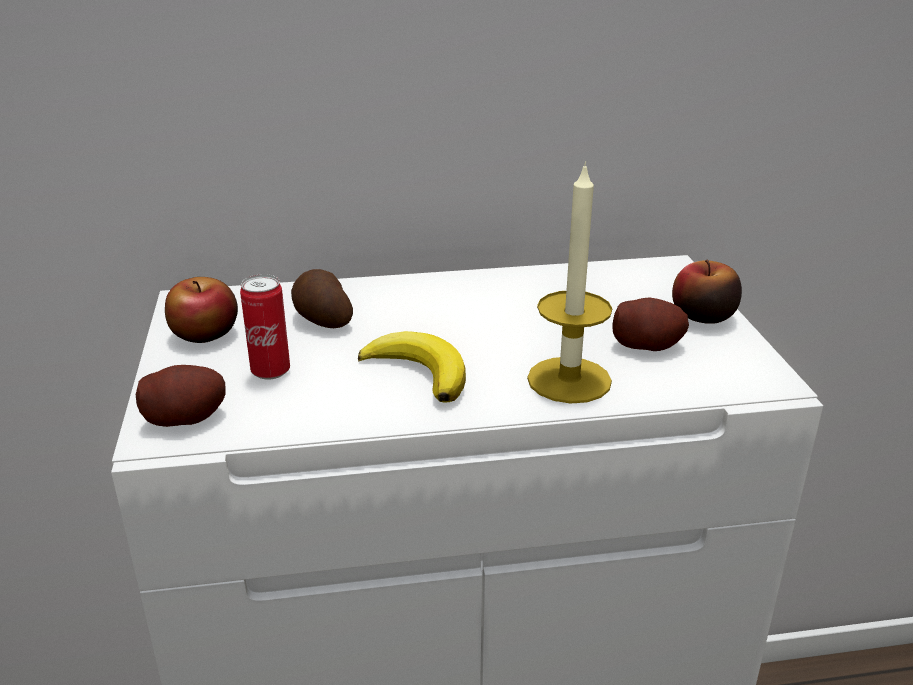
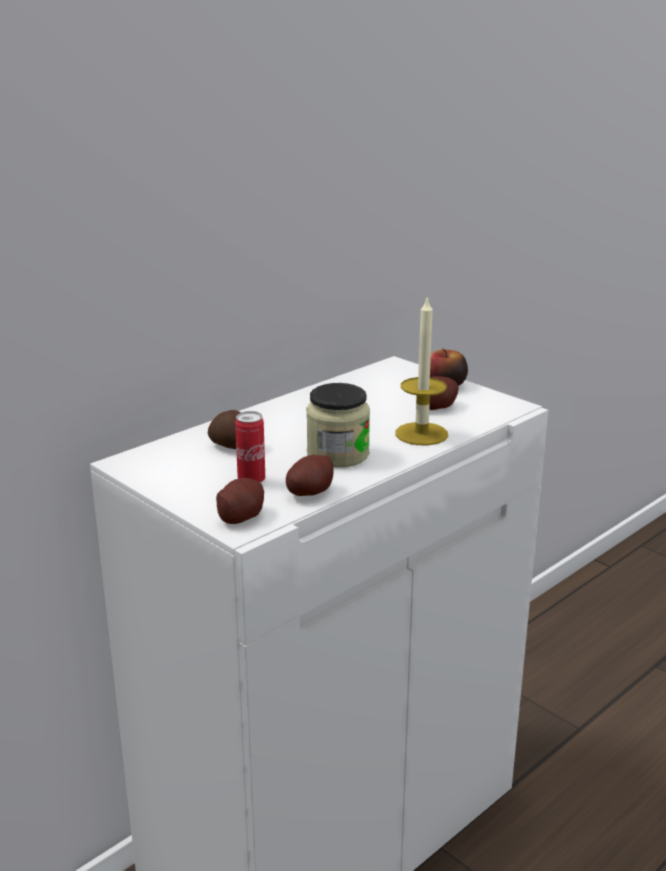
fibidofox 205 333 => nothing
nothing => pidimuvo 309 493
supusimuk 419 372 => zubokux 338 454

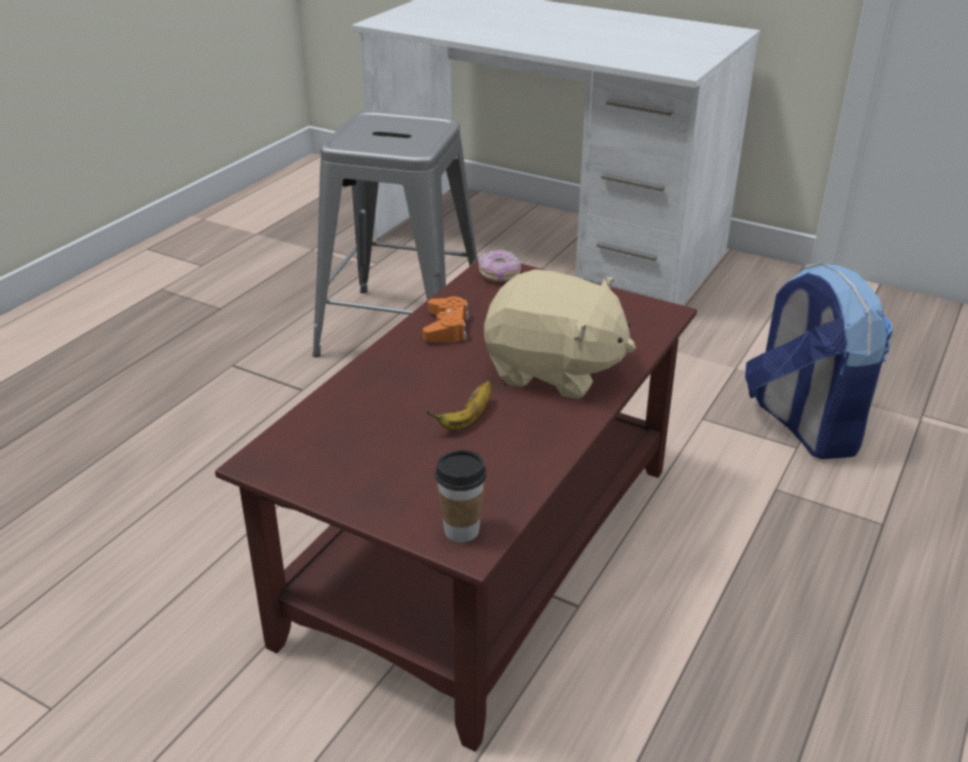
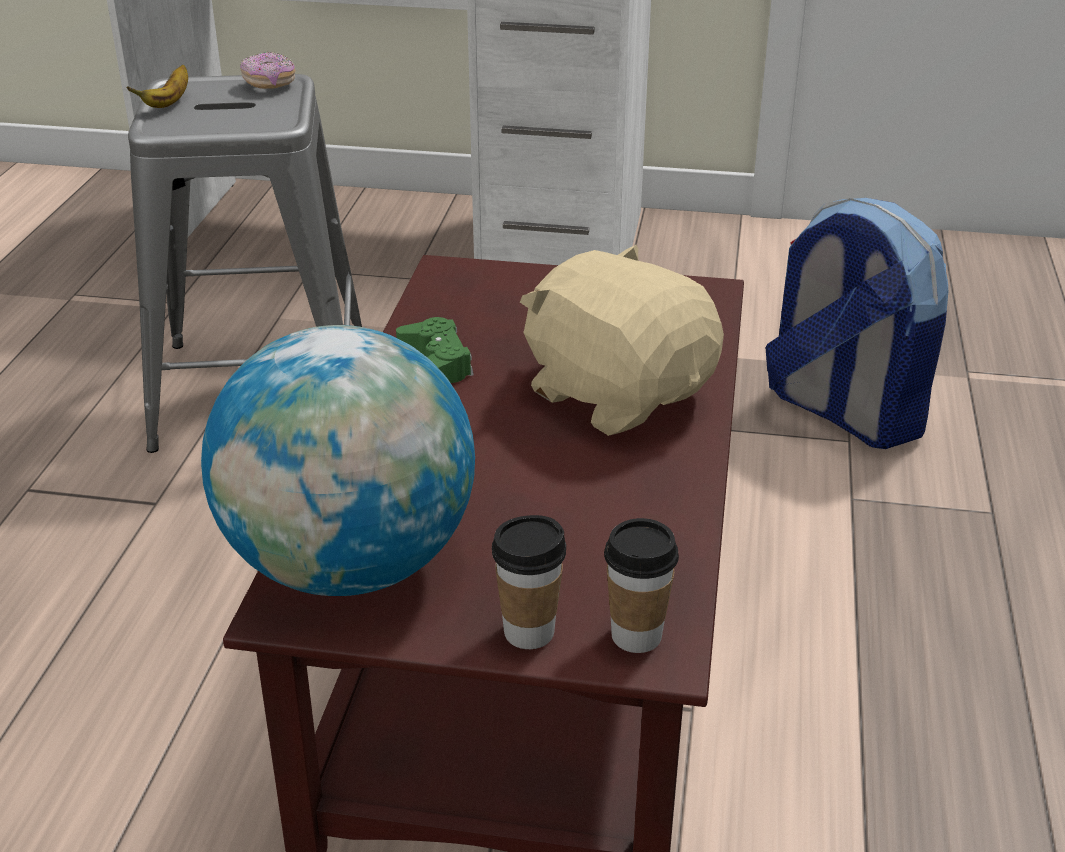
nothing => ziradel 350 565
nothing => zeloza 529 632
supusimuk 466 420 => supusimuk 168 102, relocated
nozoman 499 275 => nozoman 269 83, relocated
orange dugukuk 446 327 => green dugukuk 435 363
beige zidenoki 554 371 => beige zidenoki 618 393, 135 degrees counterclockwise

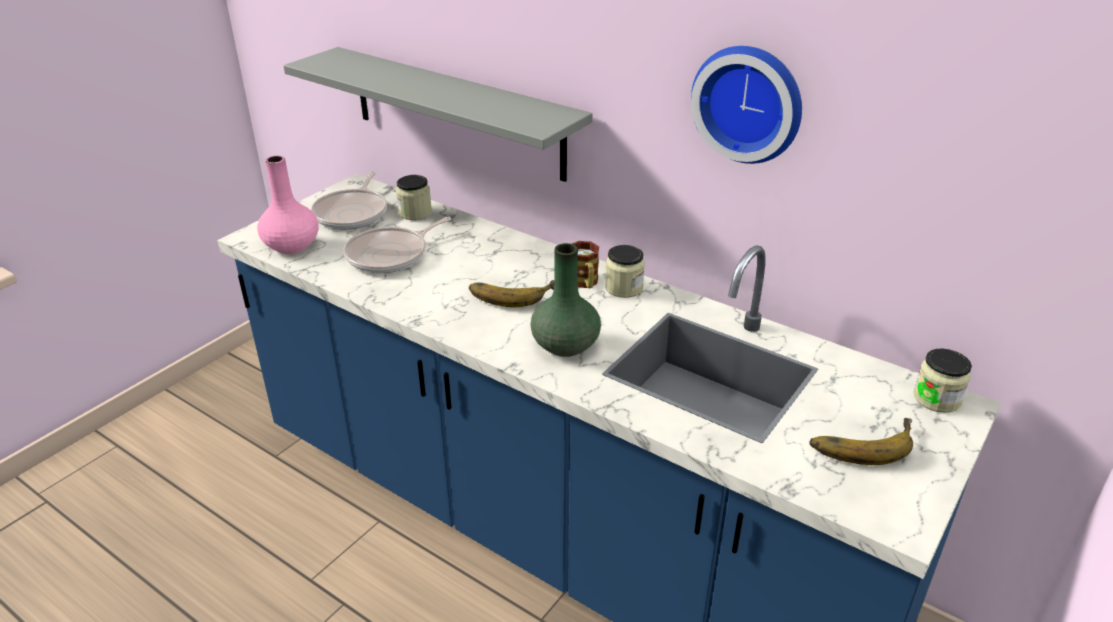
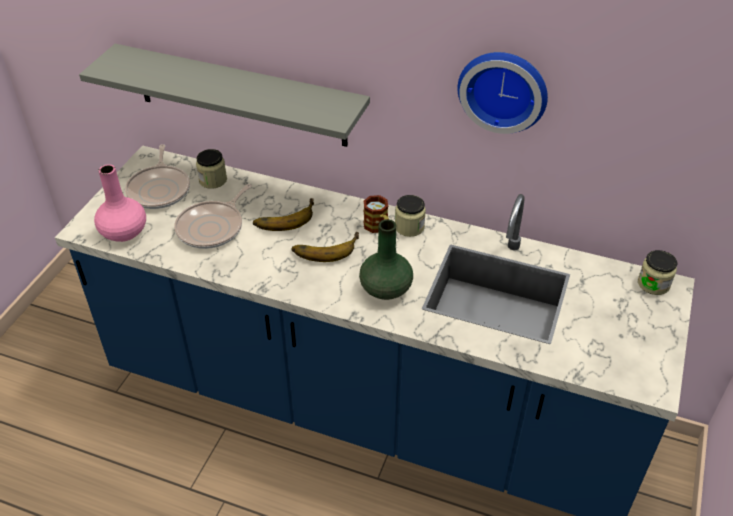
supusimuk 860 442 => supusimuk 284 217, relocated

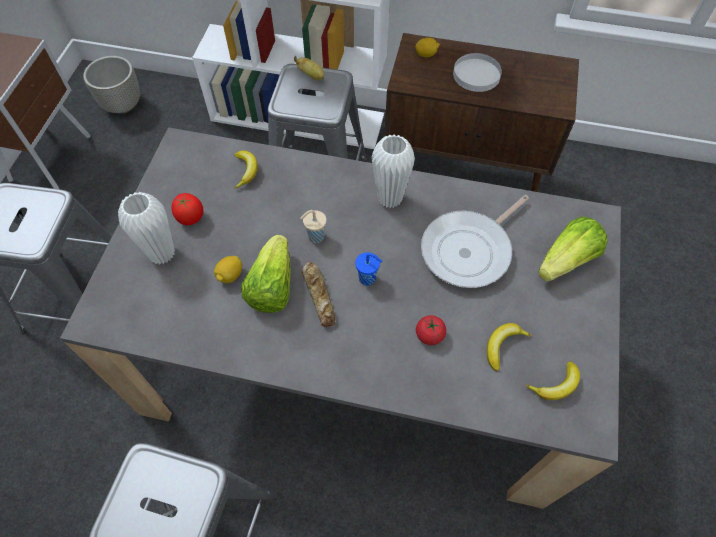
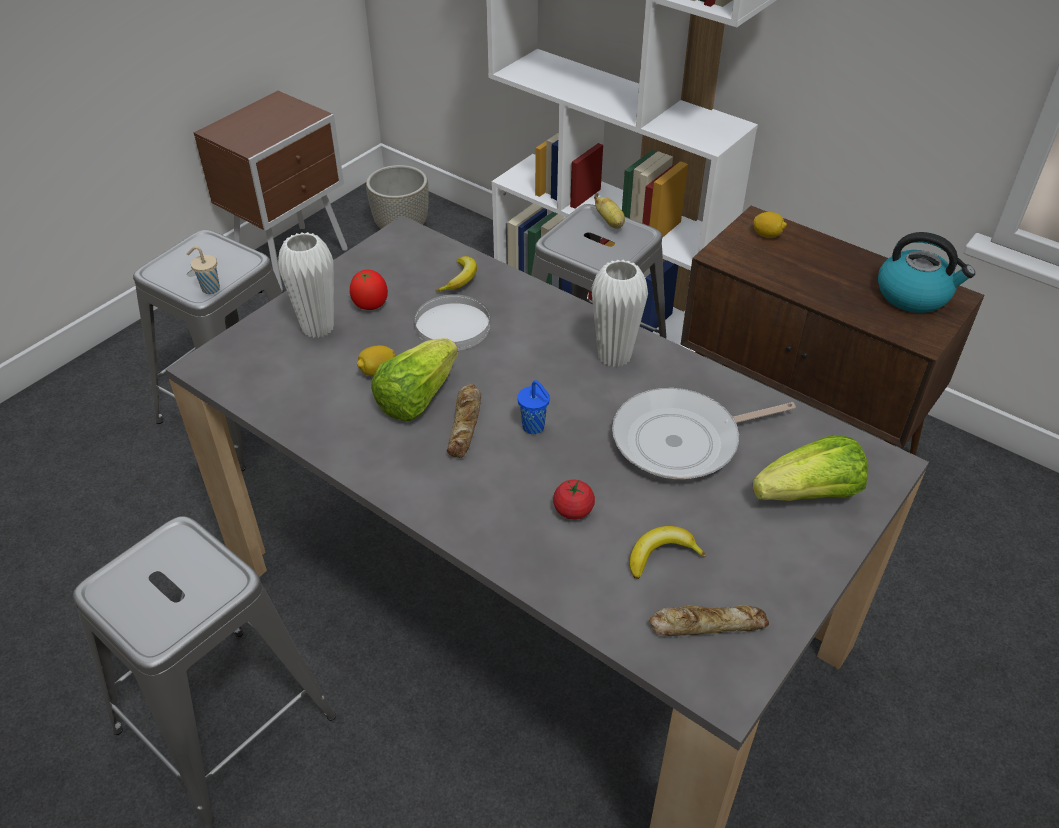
nothing => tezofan 914 295
beige zeloza 315 237 => beige zeloza 209 289, relocated
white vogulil 476 74 => white vogulil 453 326, relocated
supusimuk 556 385 => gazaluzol 707 624

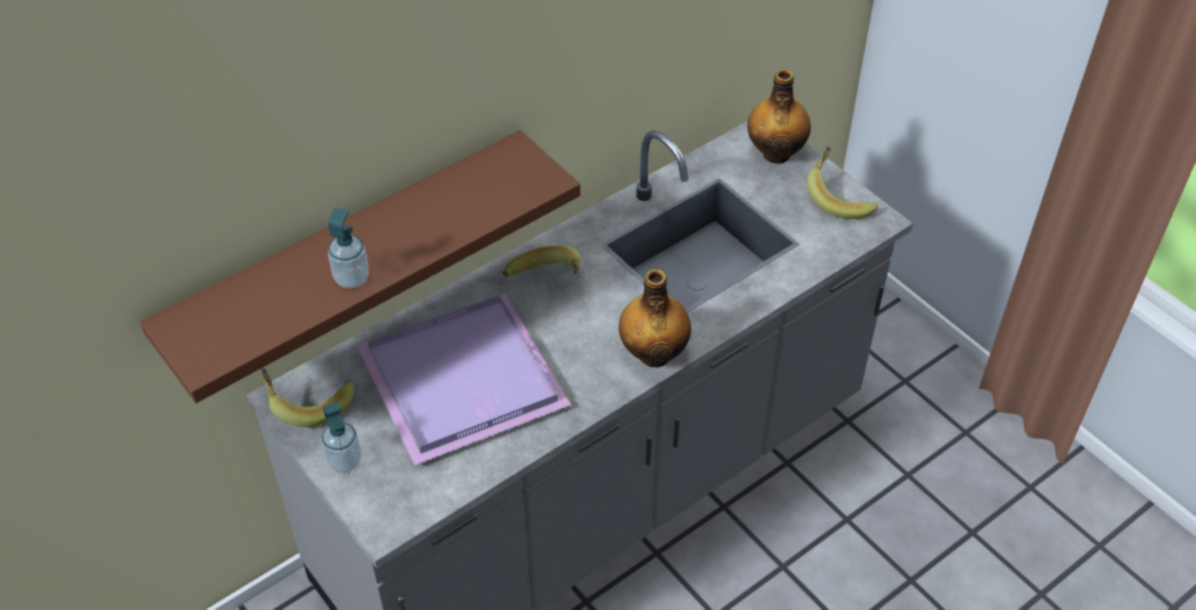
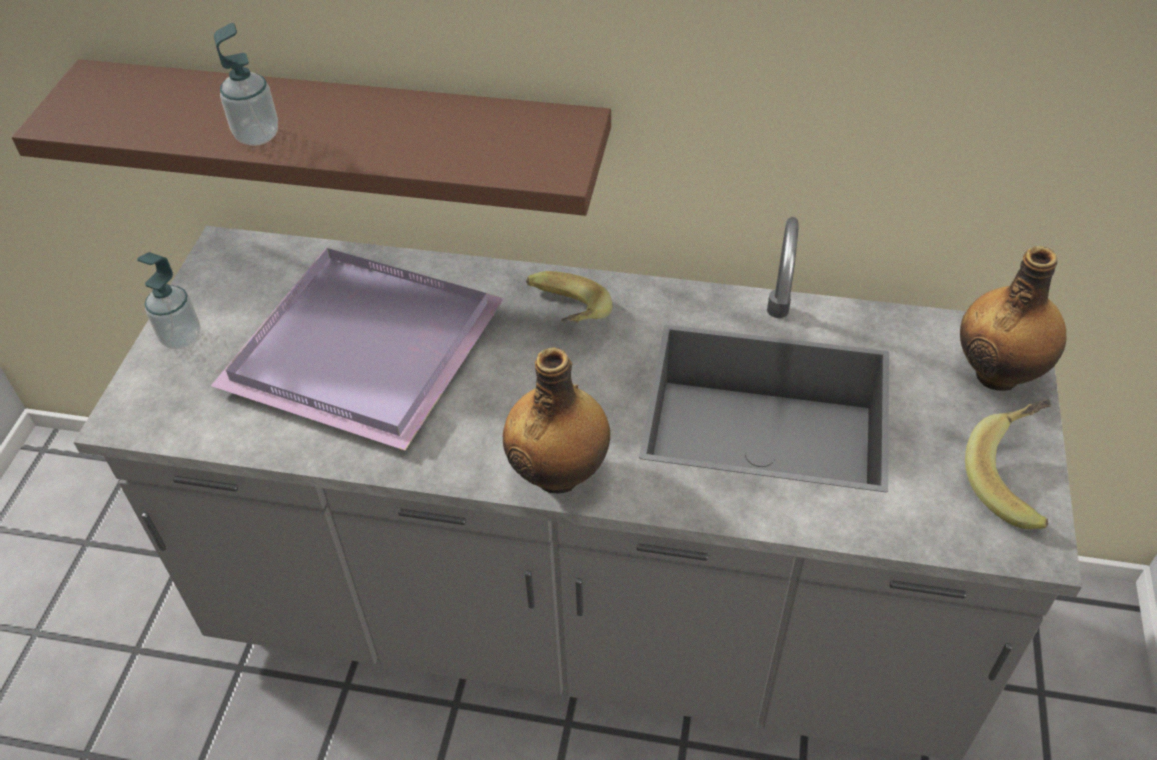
supusimuk 308 403 => nothing

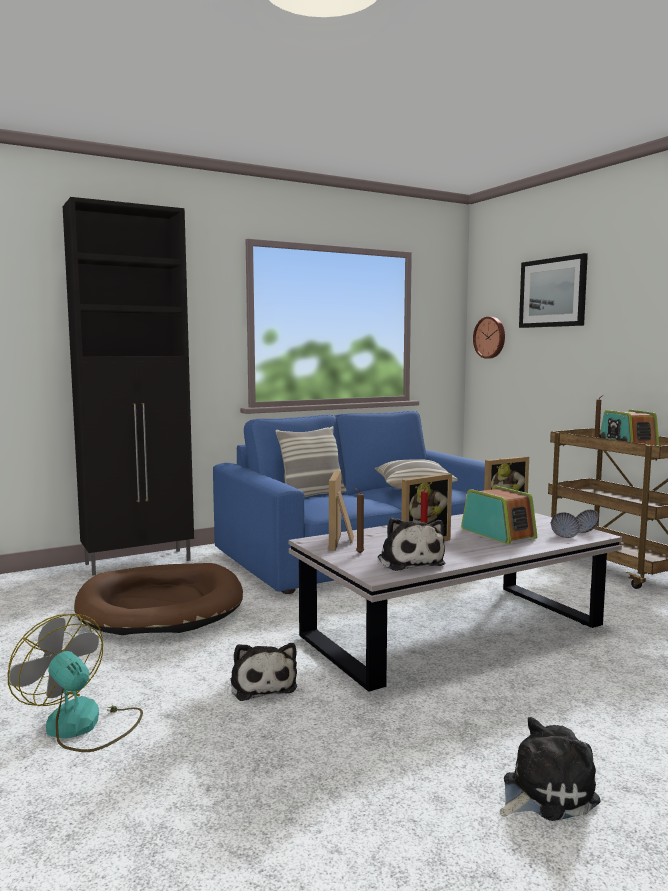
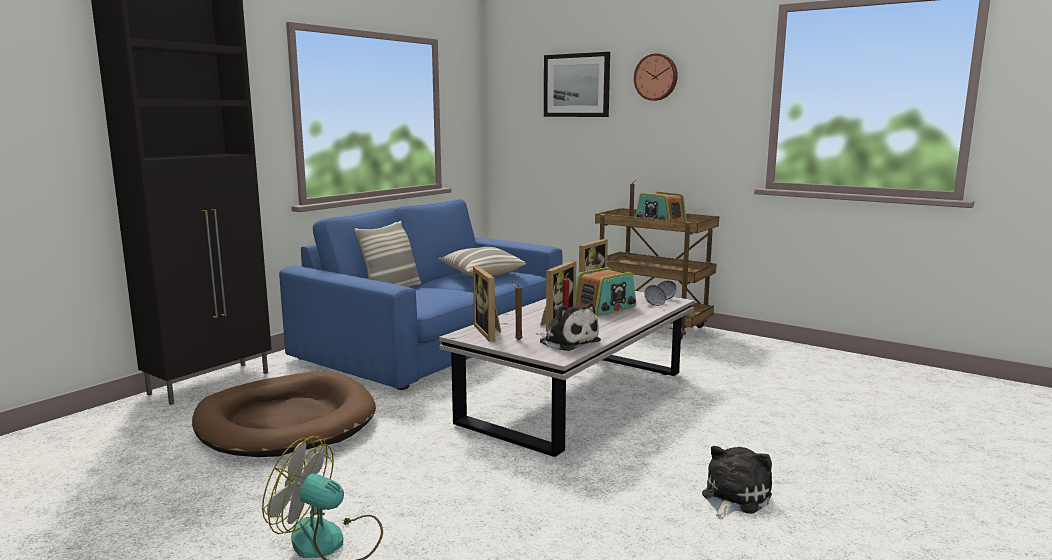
zidenoki 262 684 => nothing
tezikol 490 337 => tezikol 656 77, relocated
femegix 498 533 => femegix 605 308, 105 degrees clockwise

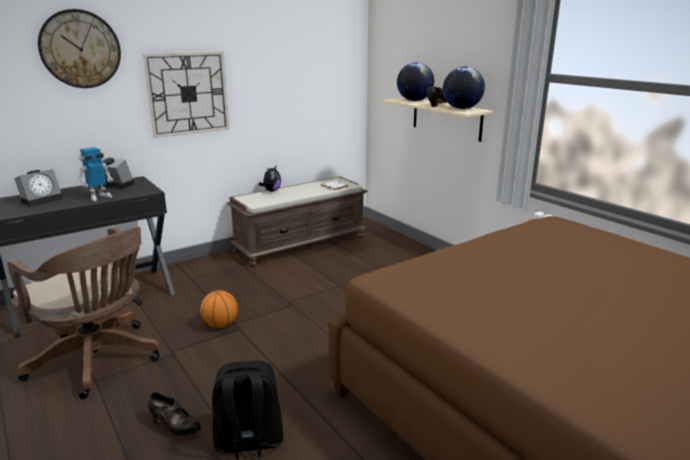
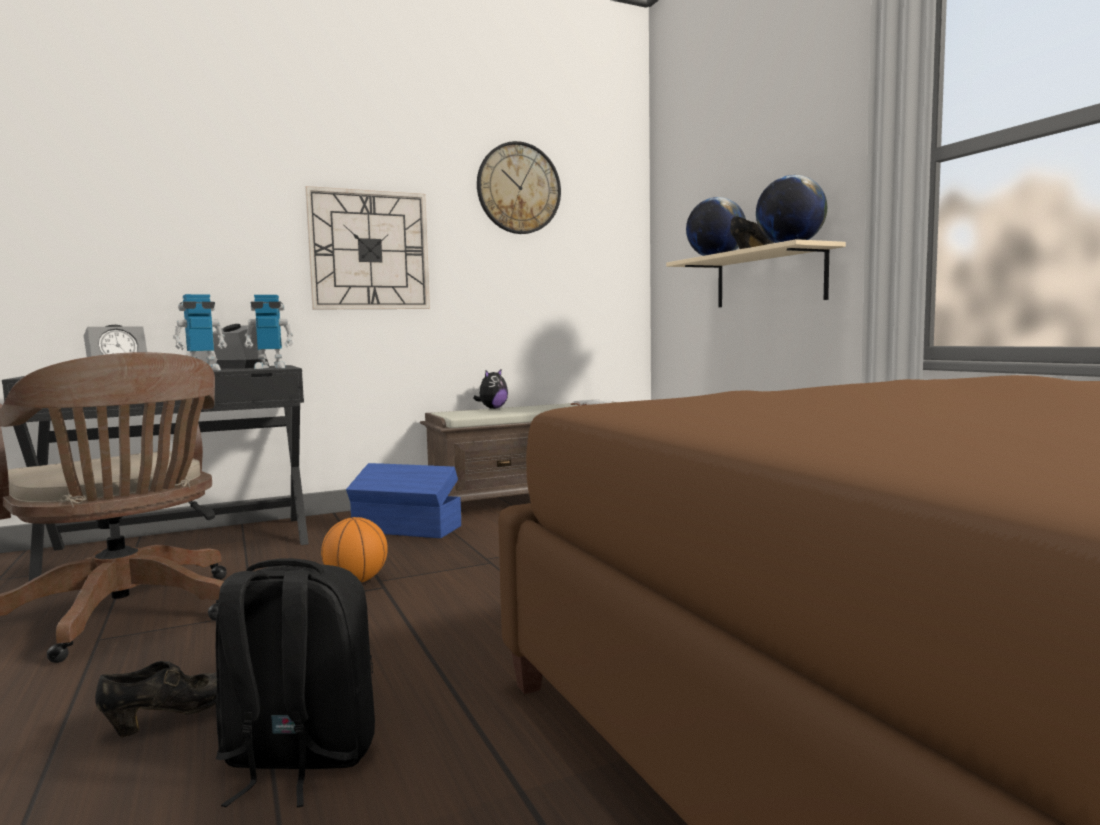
nothing => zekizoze 270 368
nothing => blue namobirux 407 529
tezikol 80 49 => tezikol 518 188, relocated
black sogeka 175 427 => black sogeka 176 717, 75 degrees counterclockwise

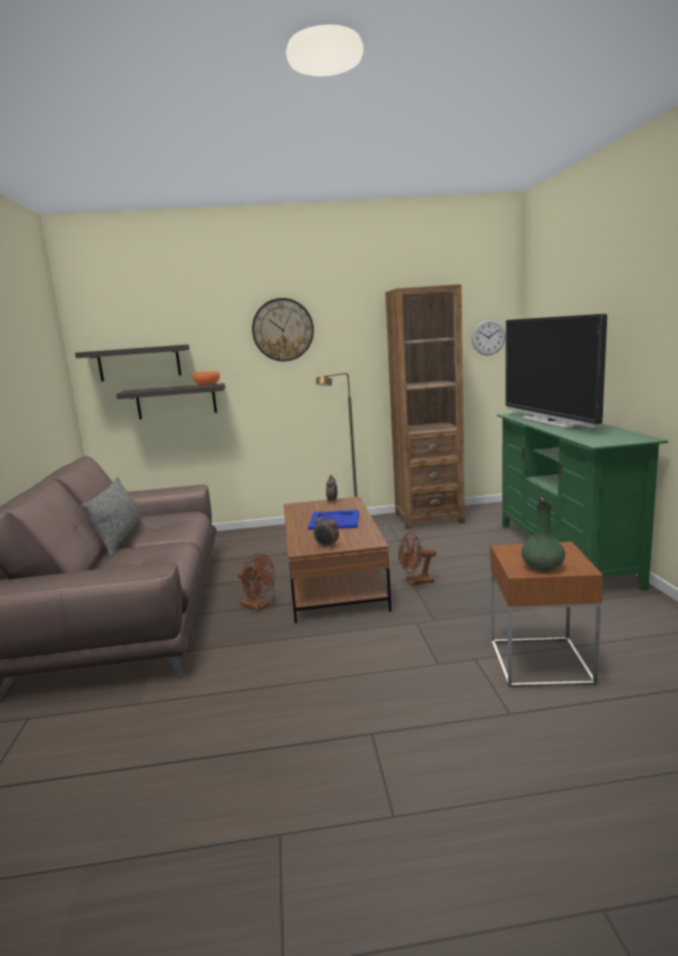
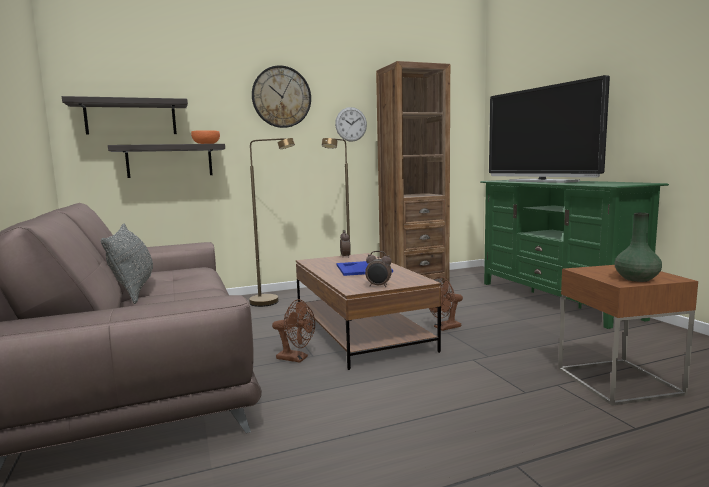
nothing => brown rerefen 272 302
tezikol 488 337 => tezikol 351 124, relocated

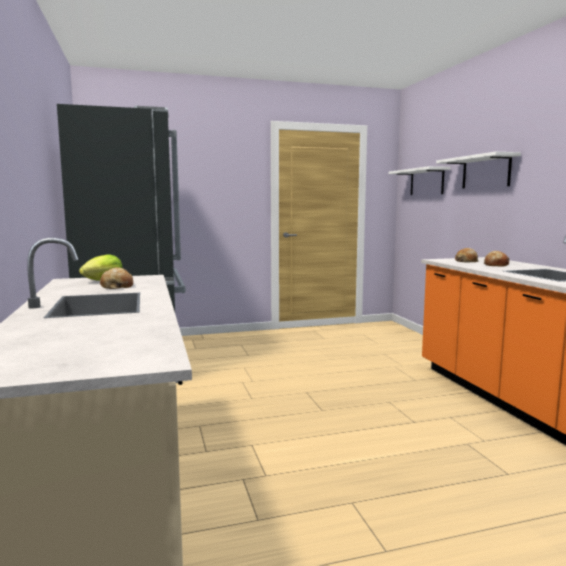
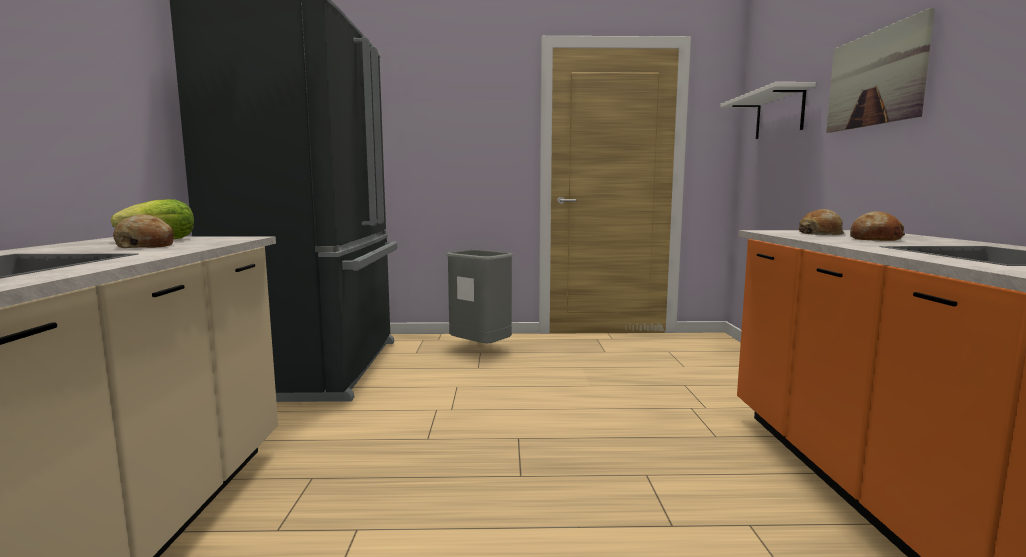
nothing => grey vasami 480 349
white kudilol 486 172 => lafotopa 875 78

